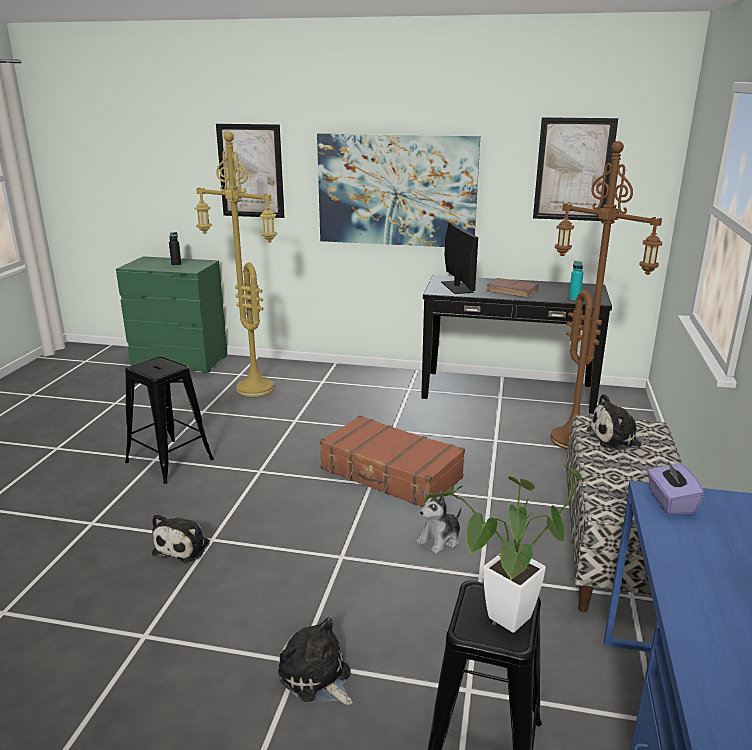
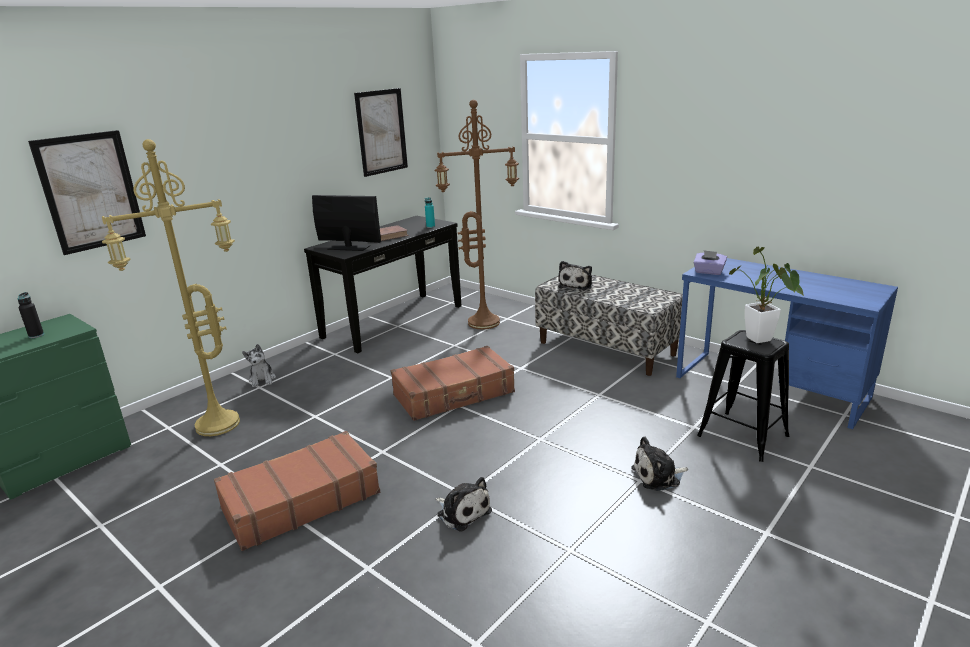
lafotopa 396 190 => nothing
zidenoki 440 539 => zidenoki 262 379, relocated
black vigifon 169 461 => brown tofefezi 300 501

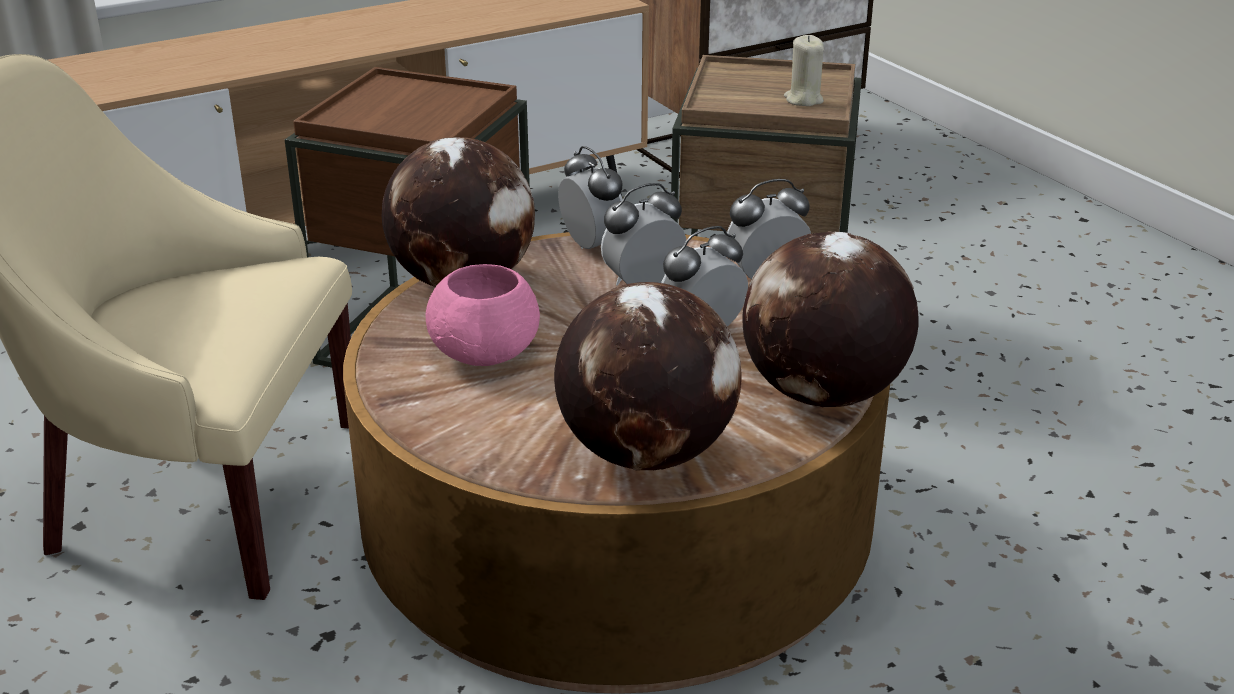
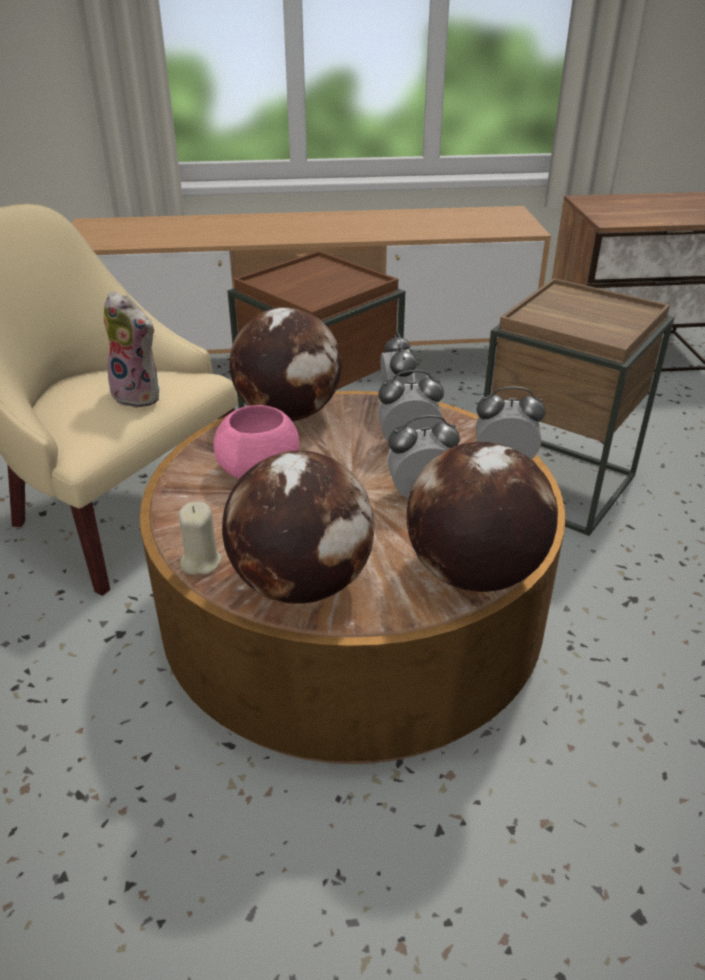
nothing => zidenoki 140 395
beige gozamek 803 100 => beige gozamek 201 562, relocated

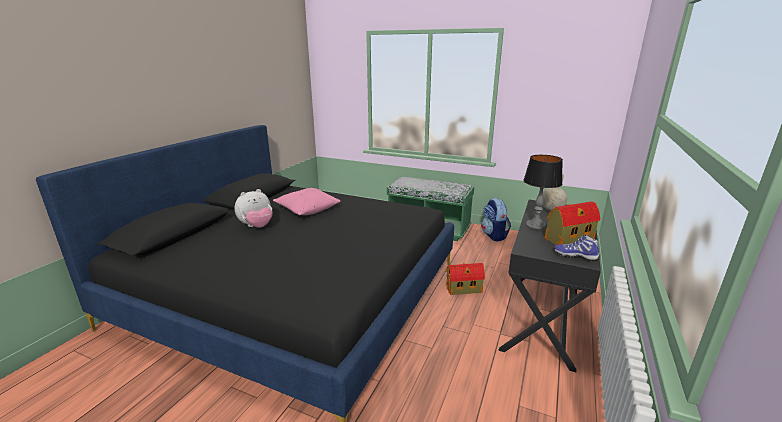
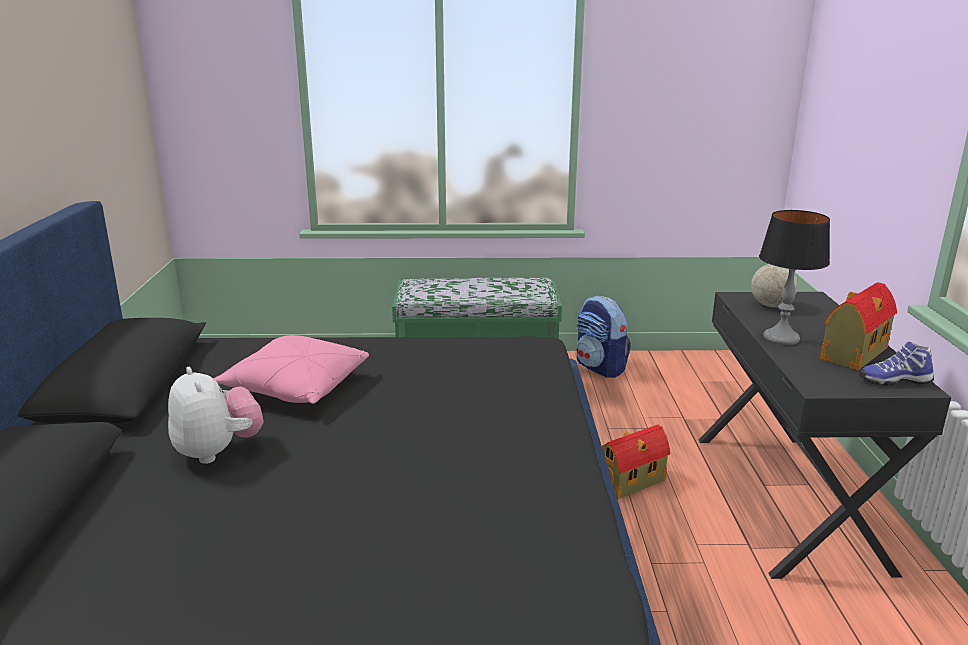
zidenoki 257 226 => zidenoki 218 451, 60 degrees counterclockwise

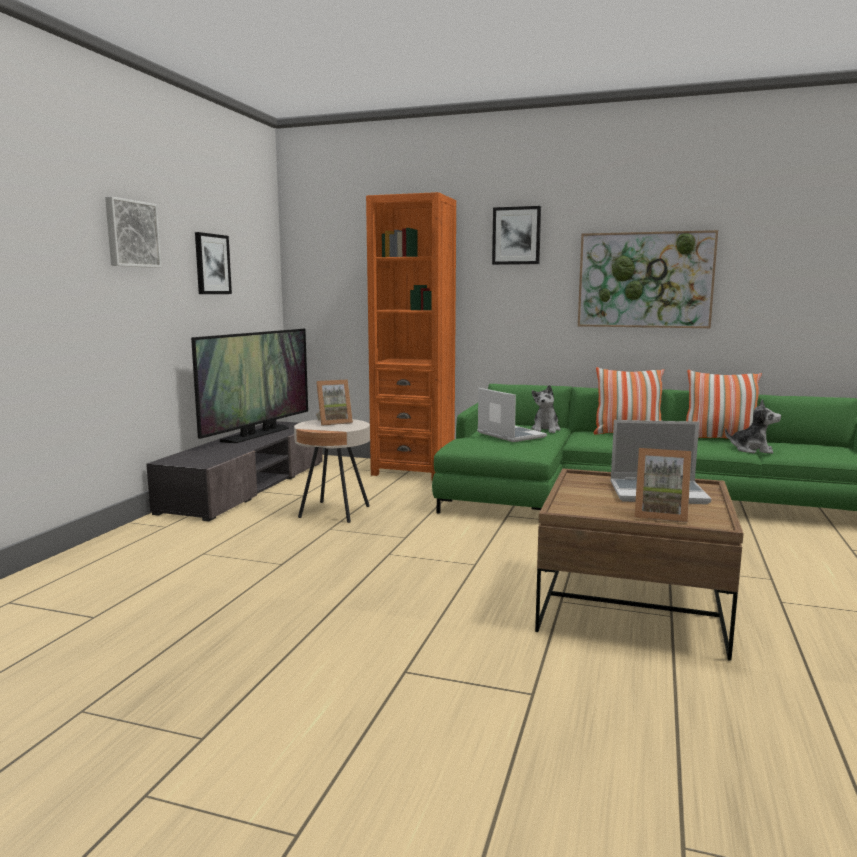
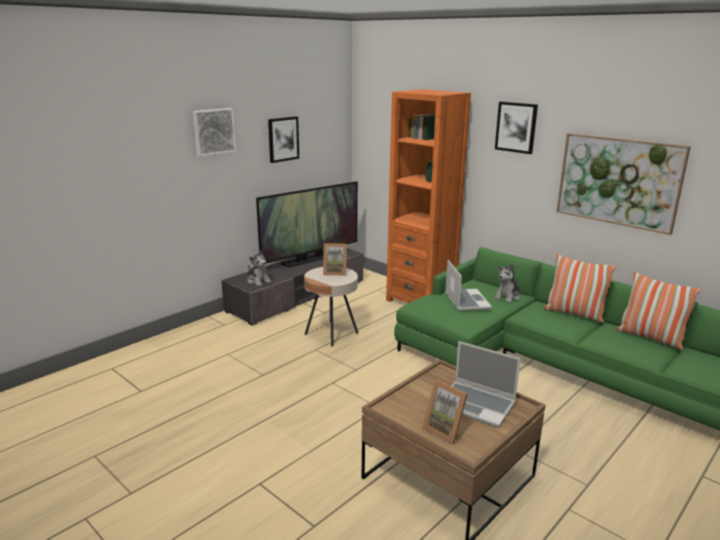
zidenoki 752 450 => zidenoki 258 281, relocated

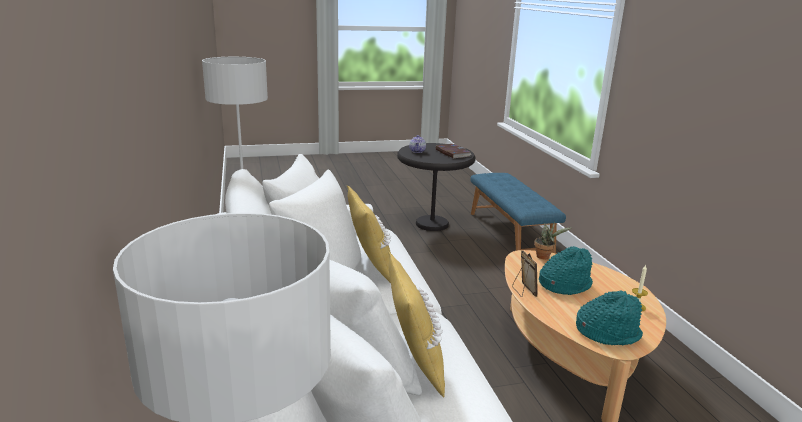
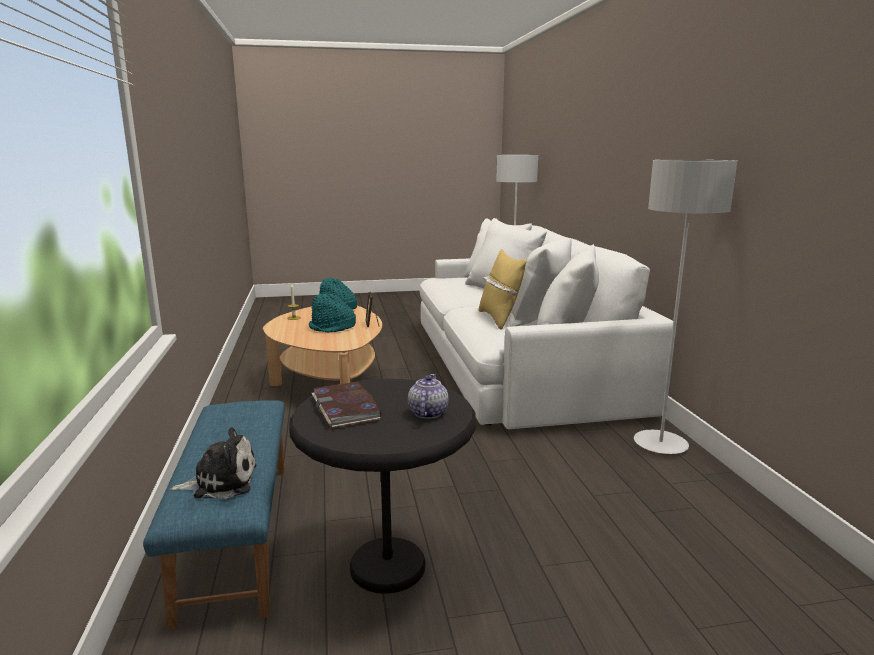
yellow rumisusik 413 363 => nothing
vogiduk 545 256 => nothing
nothing => zidenoki 221 482

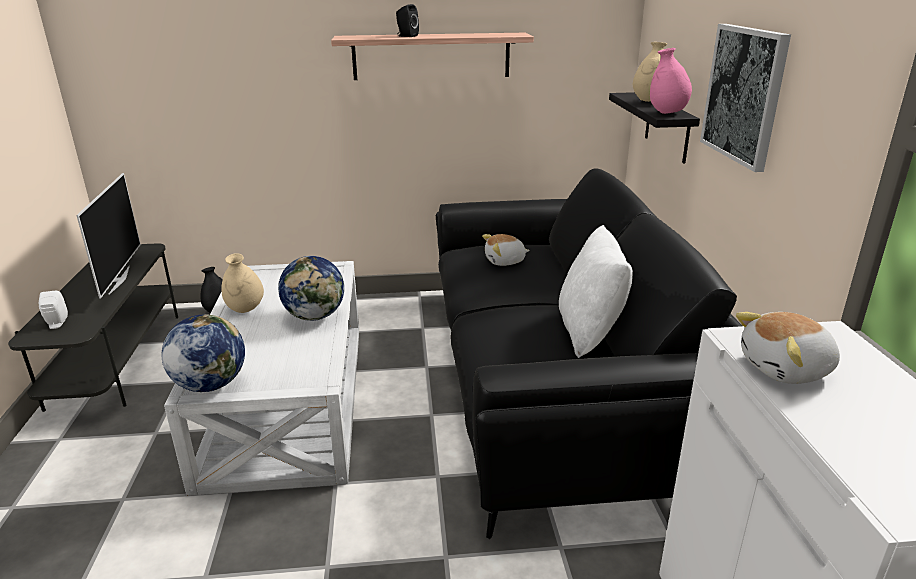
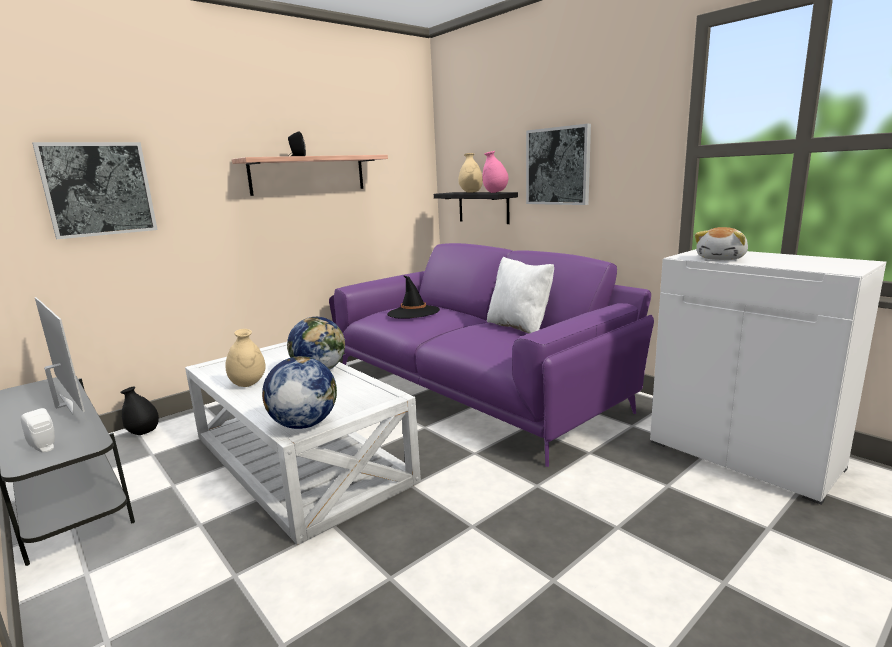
nothing => lafotopa 98 189
zidenoki 505 261 => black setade 413 312
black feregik 550 381 => purple feregik 475 387

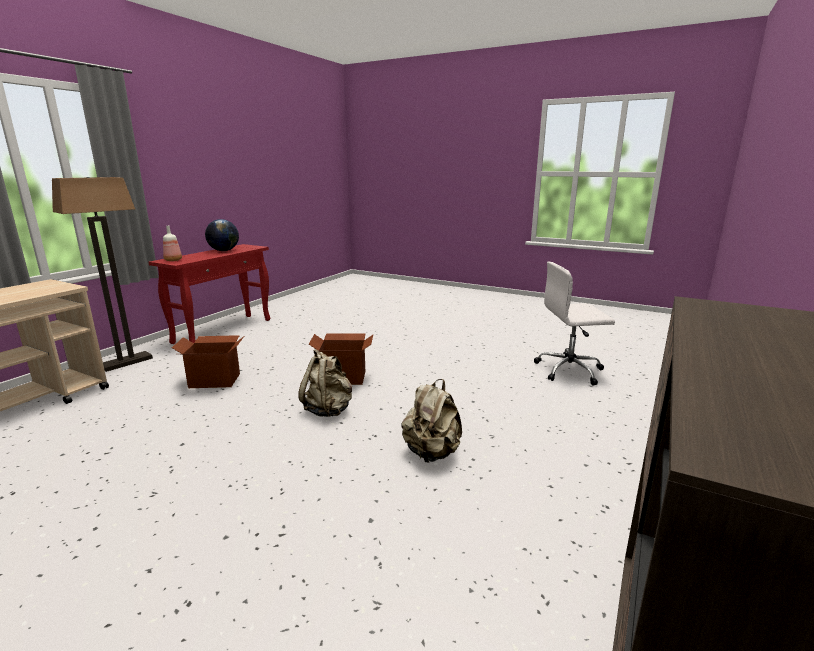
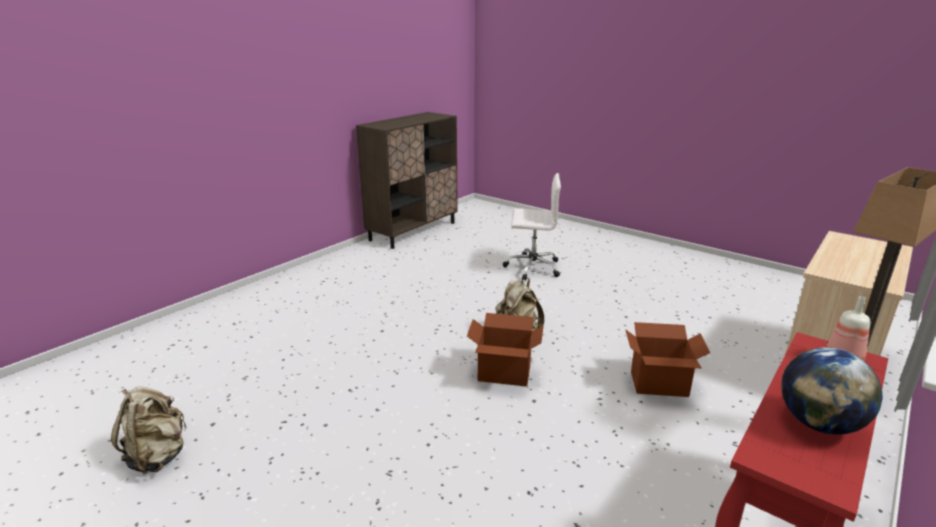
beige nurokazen 431 453 => beige nurokazen 158 456, relocated
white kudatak 570 370 => white kudatak 532 267, relocated

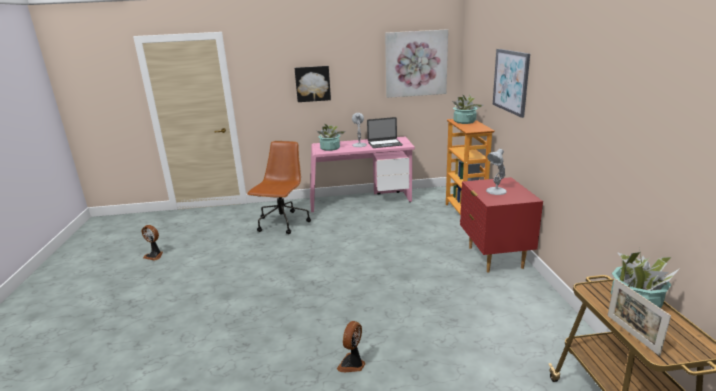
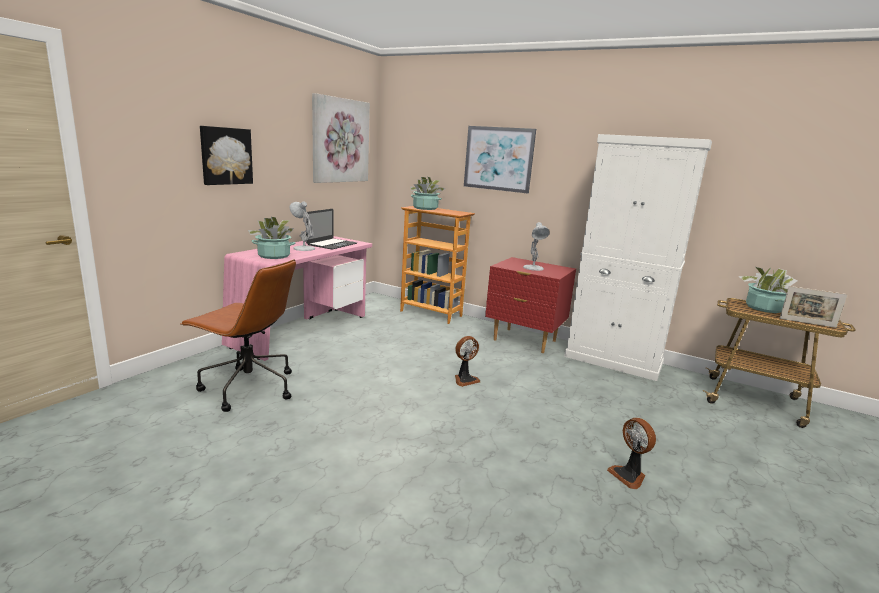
nothing => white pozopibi 613 361
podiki 154 255 => podiki 465 380, relocated
brown kudatak 282 223 => brown kudatak 247 388, 150 degrees clockwise

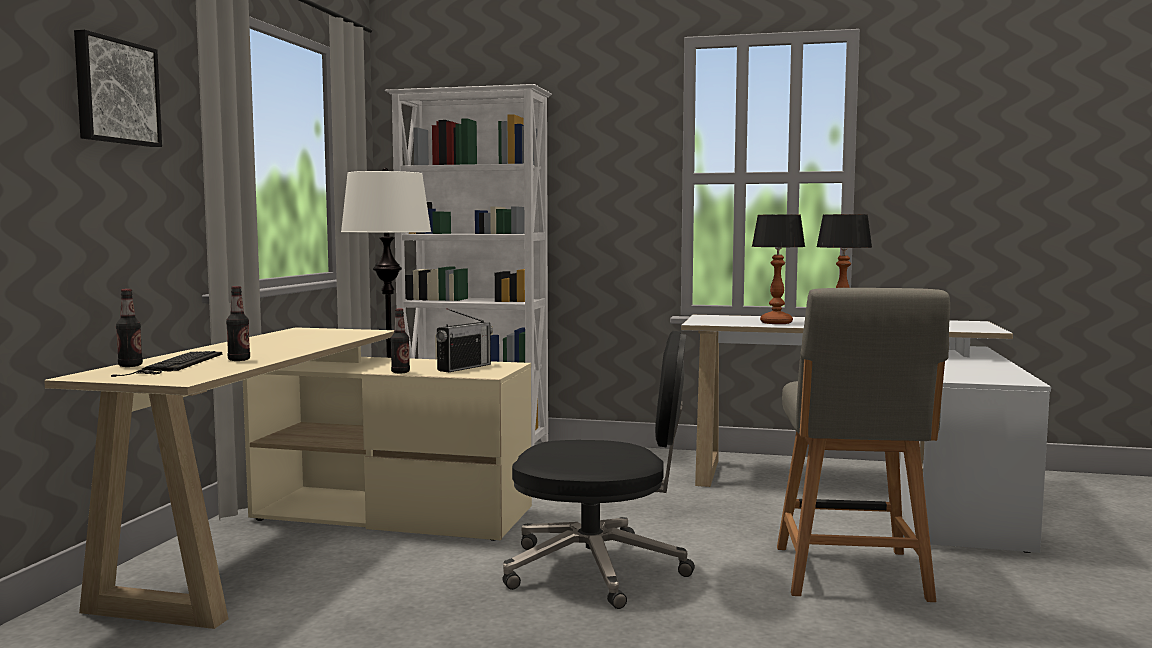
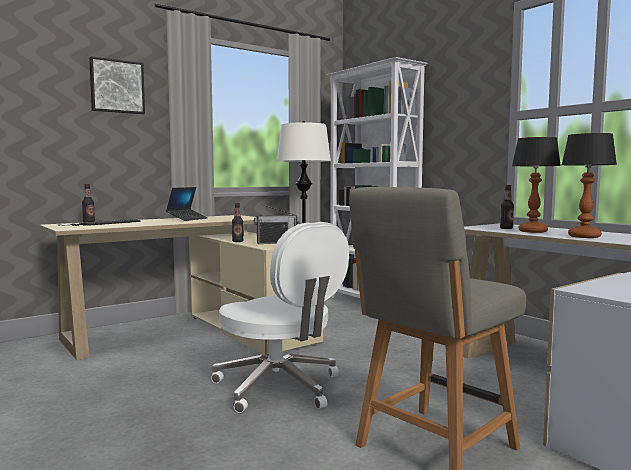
nothing => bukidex 187 219
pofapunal 239 360 => pofapunal 506 228, relocated
black kudatak 599 570 => white kudatak 279 387

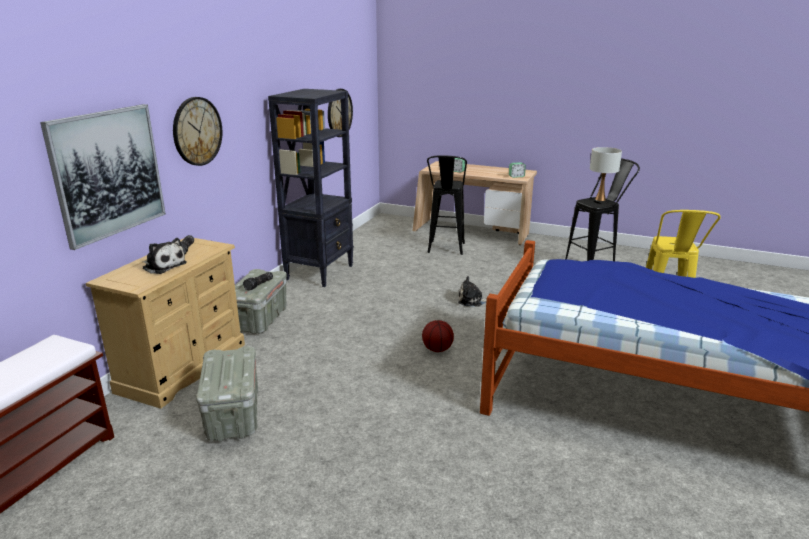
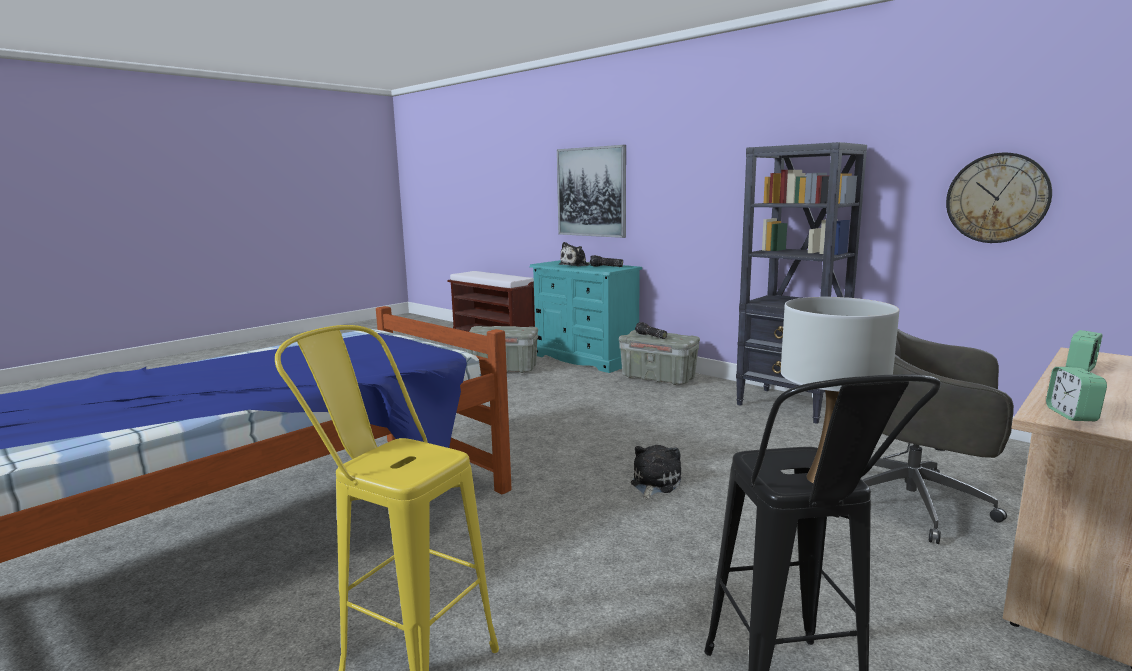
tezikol 197 131 => nothing
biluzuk 437 349 => nothing
black vigifon 445 250 => grey kudatak 916 504
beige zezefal 183 367 => turquoise zezefal 585 358

